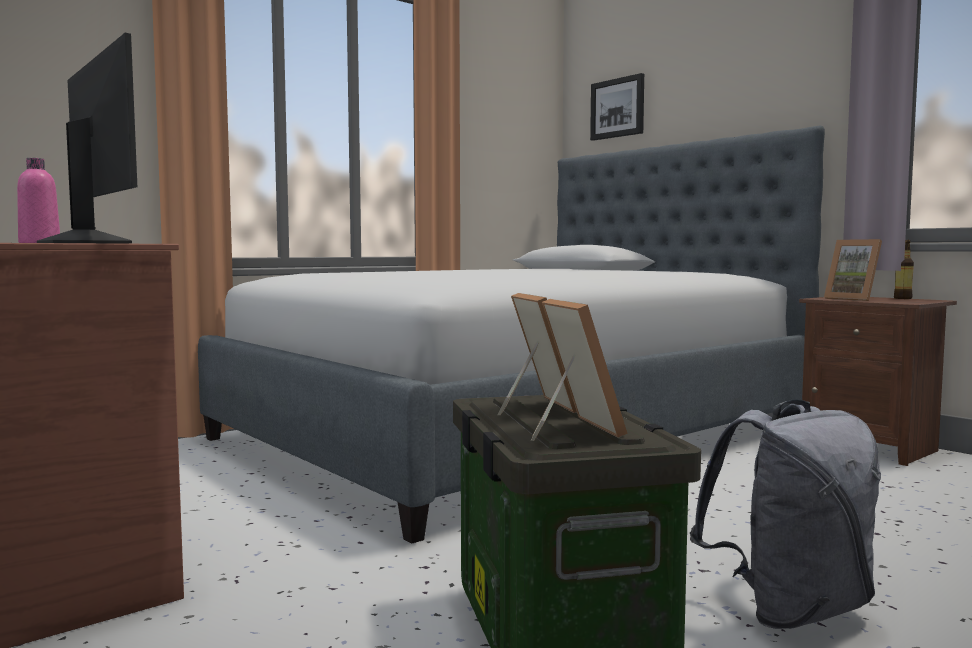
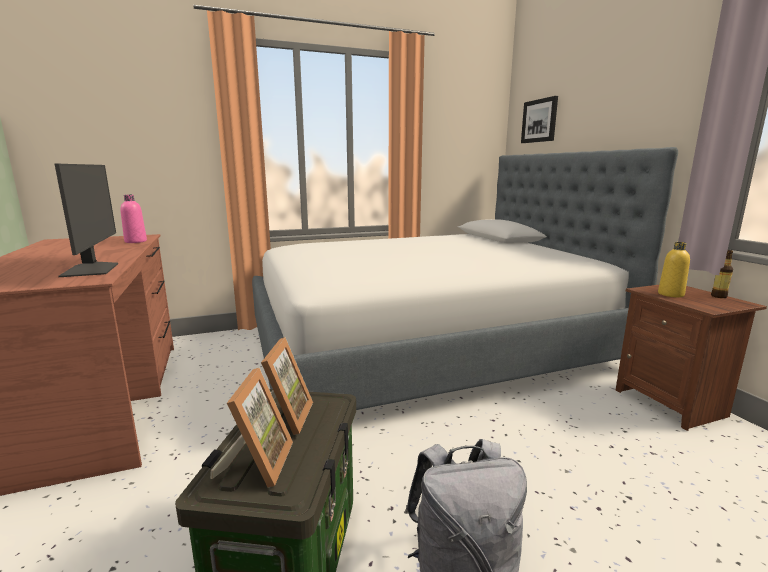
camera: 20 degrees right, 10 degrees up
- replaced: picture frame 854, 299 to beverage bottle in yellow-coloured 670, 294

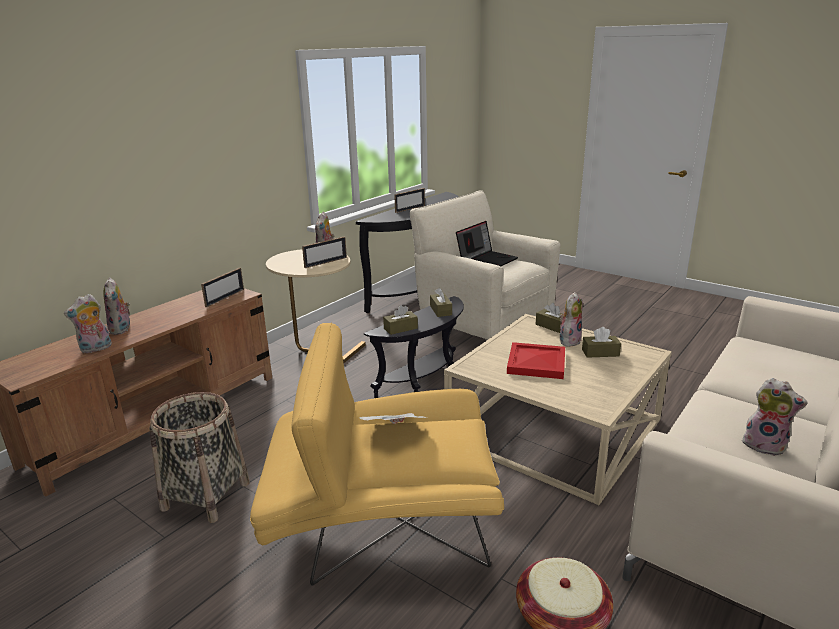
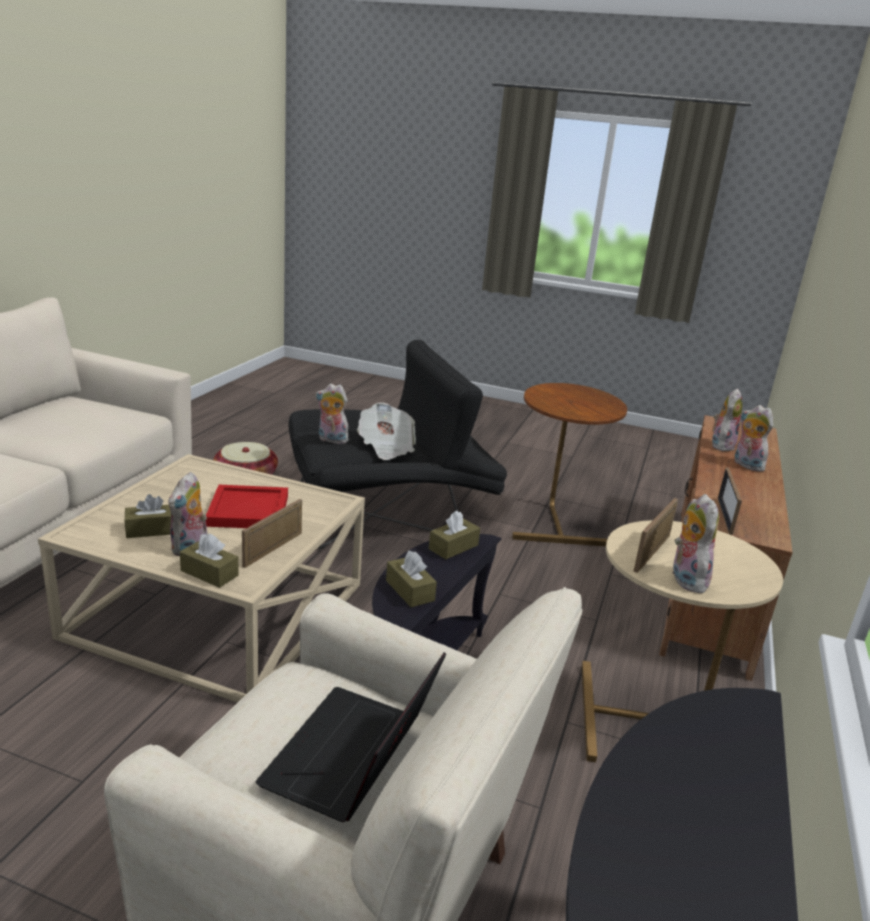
camera: 160 degrees right, 0 degrees up
- moved: picture frame 410, 209 to 273, 549
- recoloured: easy chair in yellow-coloured 382, 524 to easy chair in black 390, 513
- moved: soft toy 765, 445 to 331, 440
- replaced: household basket 205, 495 to end table in brown 555, 521

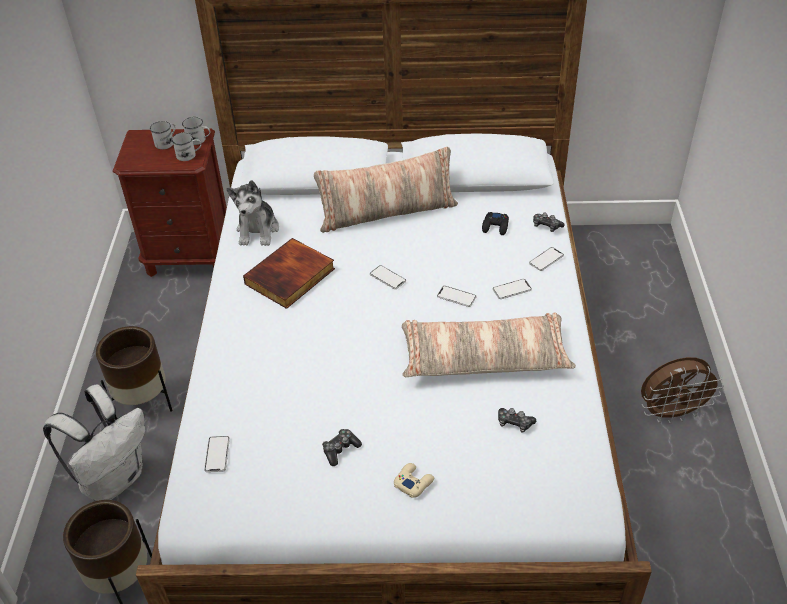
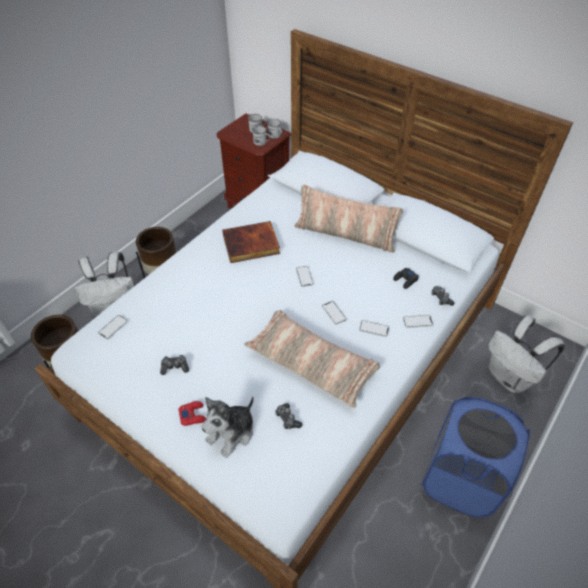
camera: 35 degrees right, 5 degrees up
- moved: soft toy 258, 230 to 232, 433
- replaced: cooling fan in brown 671, 413 to laundry basket in blue-coloured 459, 480
- recoloured: joypad in beige-coloured 413, 482 to joypad in red-coloured 193, 415
- added: rucksack in white-coloured 510, 377

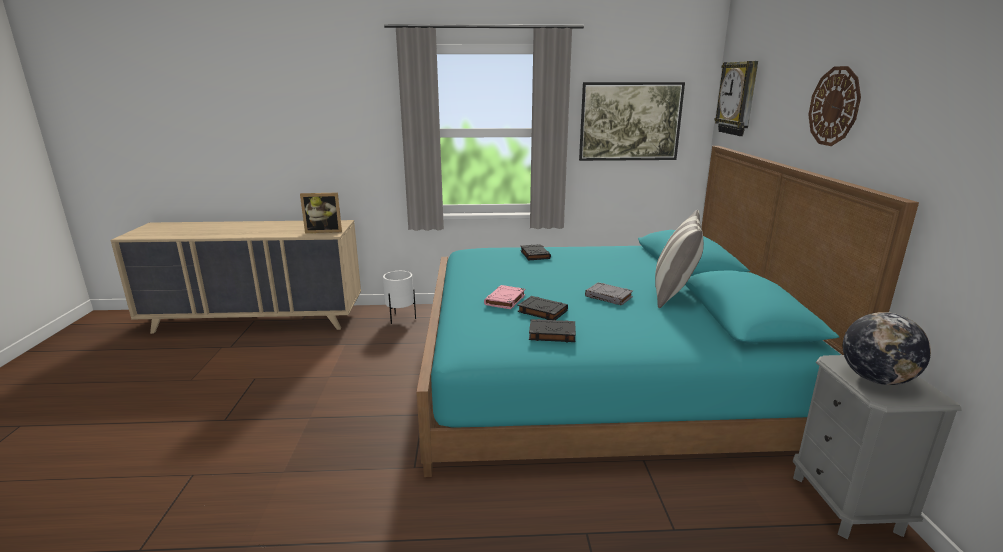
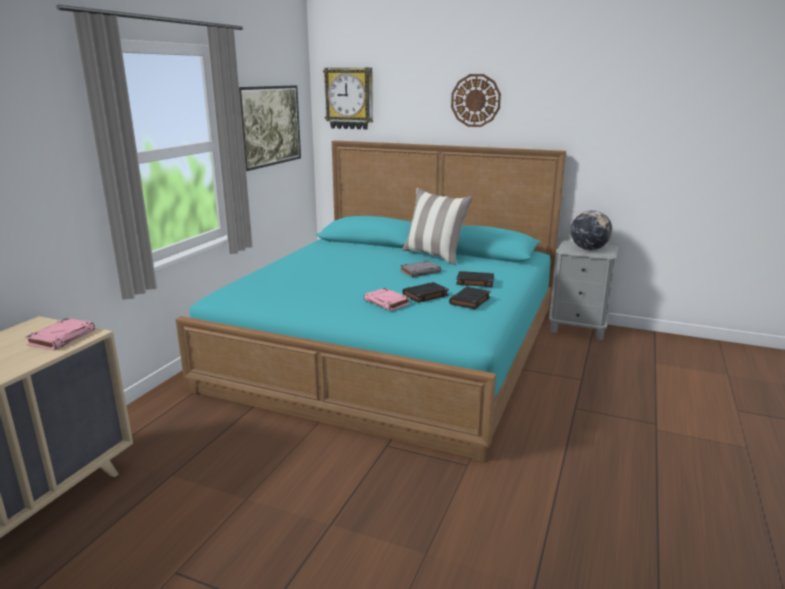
camera: 65 degrees left, 0 degrees up
- replaced: picture frame 324, 231 to volume in pink-coloured 62, 337
- moved: volume in black 534, 255 to 474, 282
- removed: plant pot in white-coloured 401, 319

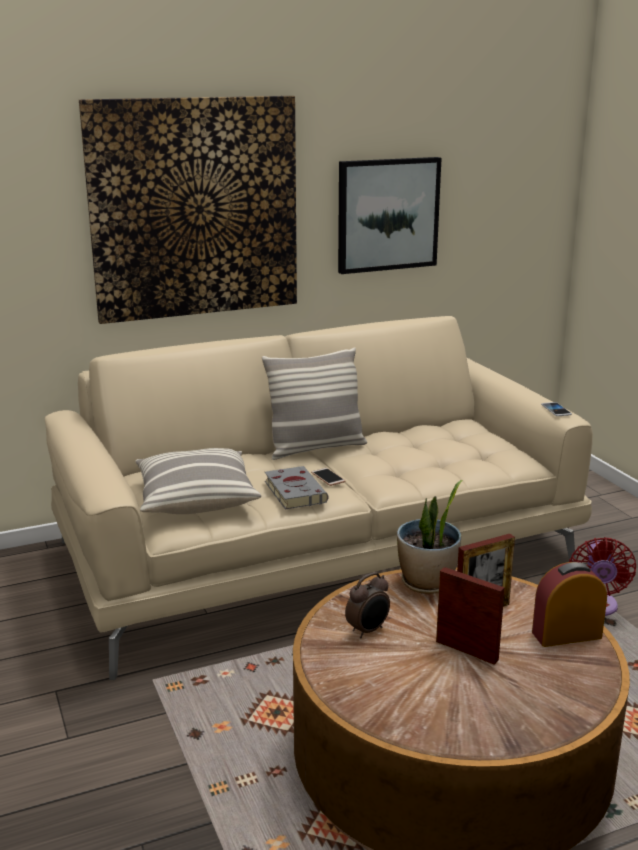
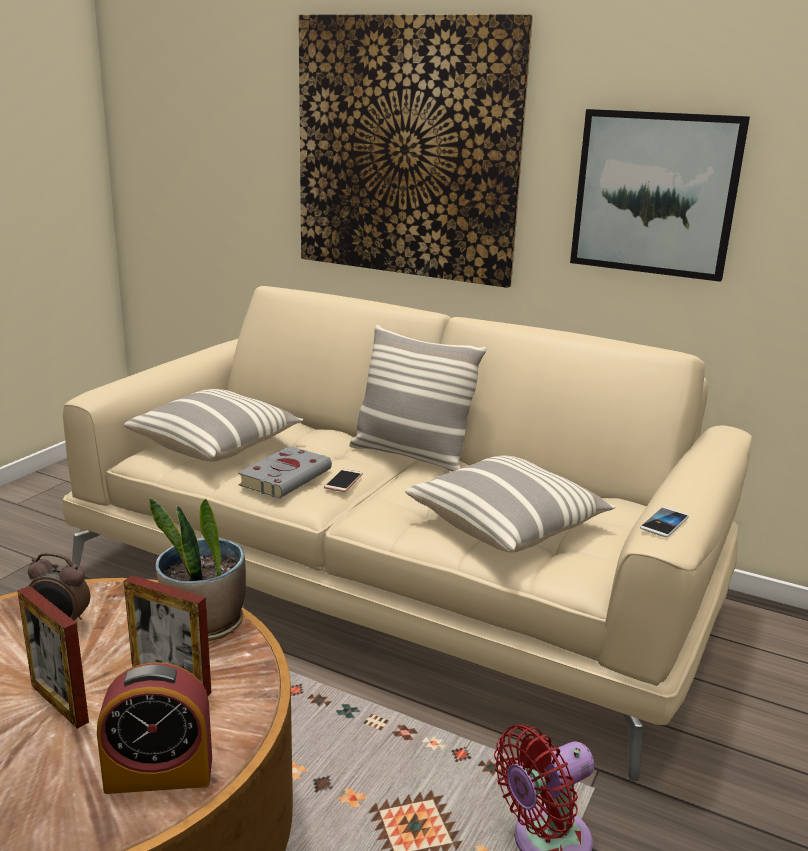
camera: 50 degrees right, 0 degrees up
- turned: bedside clock 566, 635 = 159, 774 135 degrees clockwise
- turned: picture frame 466, 650 = 59, 703 135 degrees clockwise
- added: pillow 507, 525

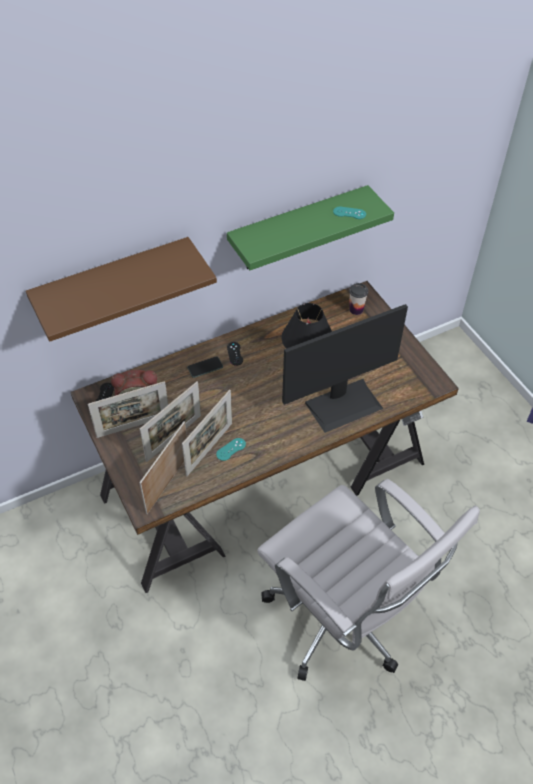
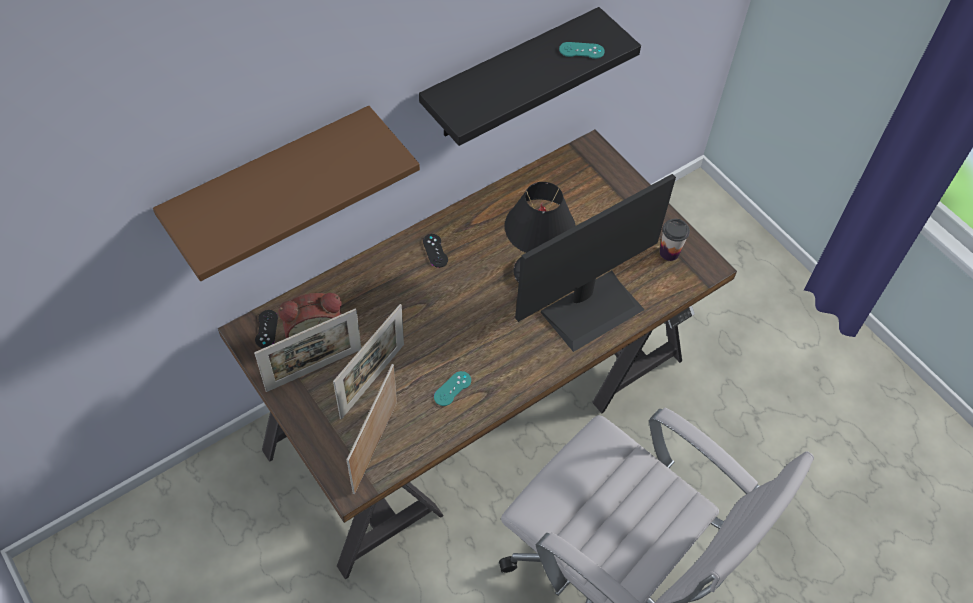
camera: 10 degrees left, 5 degrees up
- recoloured: shelf in green-coloured 298, 229 to shelf in black 510, 76
- moved: small cup 356, 309 to 669, 252
- removed: telephone 205, 367
- removed: picture frame 209, 449

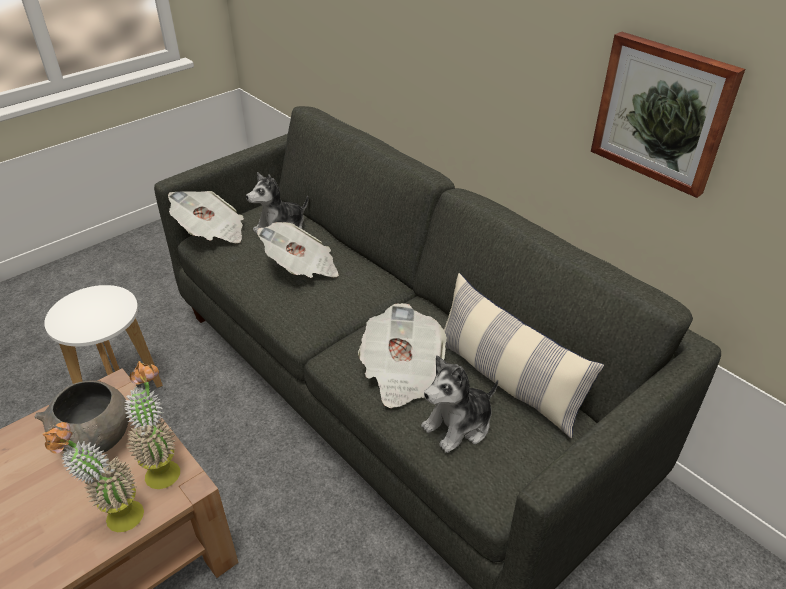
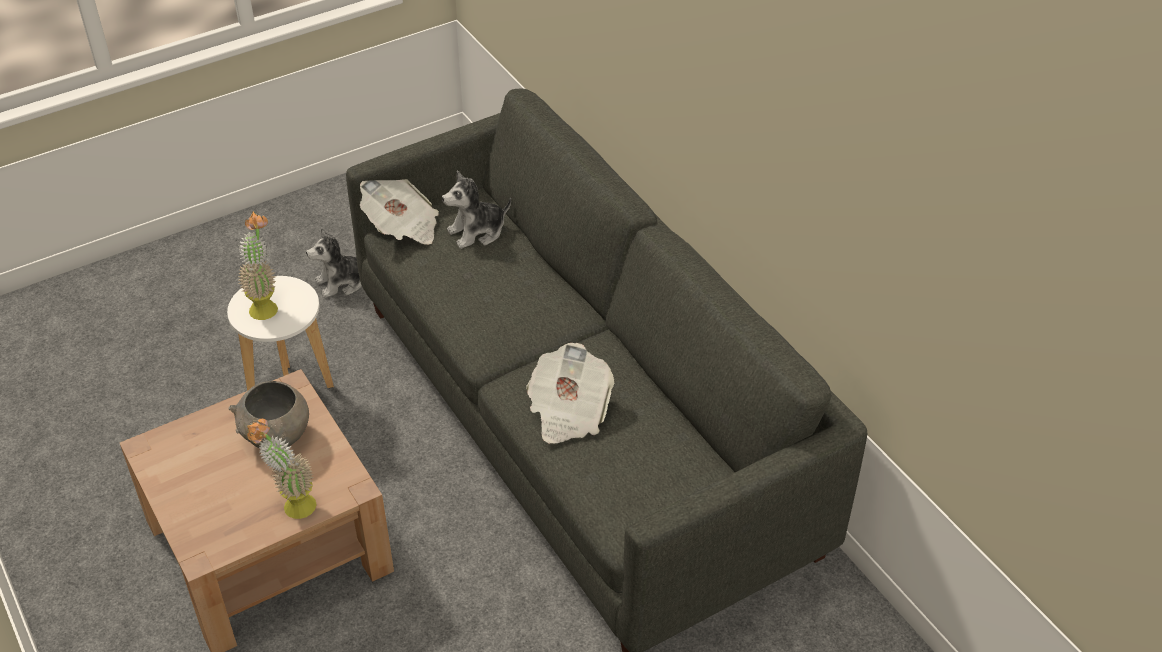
camera: 10 degrees right, 5 degrees up
- removed: picture 663, 113
- removed: printed paper 302, 268
- removed: pillow 506, 380
- moved: soft toy 459, 425 to 342, 282
- moved: houseplant 164, 466 to 265, 304

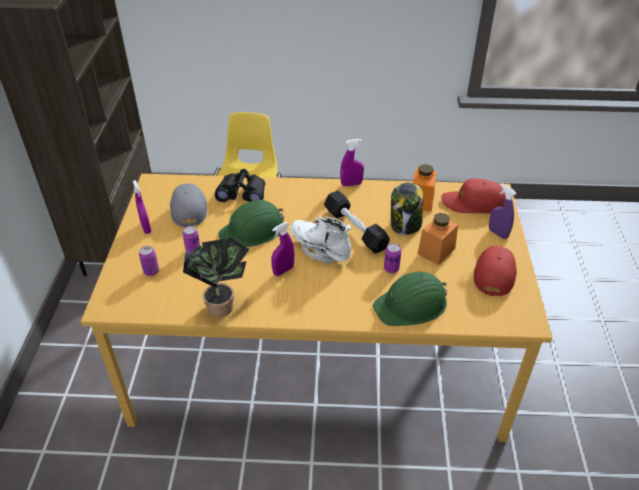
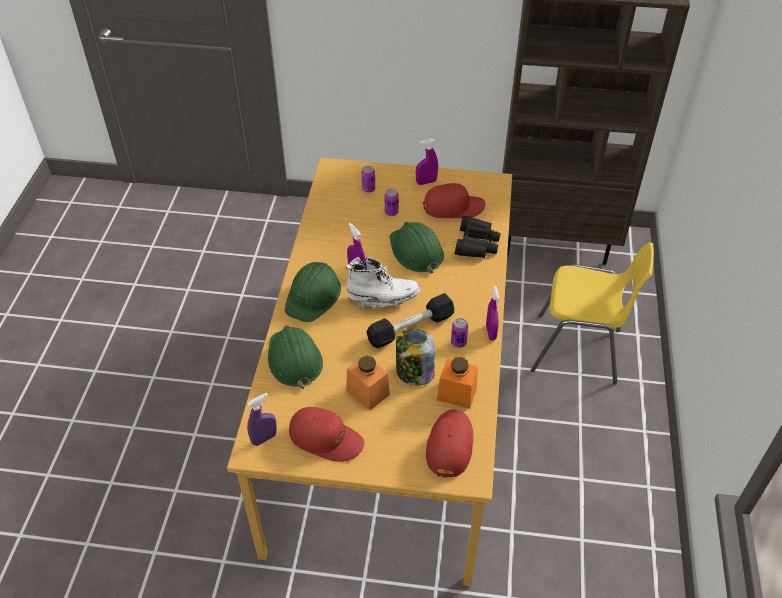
camera: 95 degrees right, 5 degrees up
- recoloured: baseball cap in gray 189, 208 to baseball cap in red-coloured 453, 207
- moved: sprayer in purple 498, 233 to 264, 438
- turned: tall boot in white-coloured 320, 249 = 382, 298 45 degrees clockwise
- removed: houseplant 222, 304
- moved: can 391, 269 to 458, 342
- added: safety helmet in green-coloured 313, 296

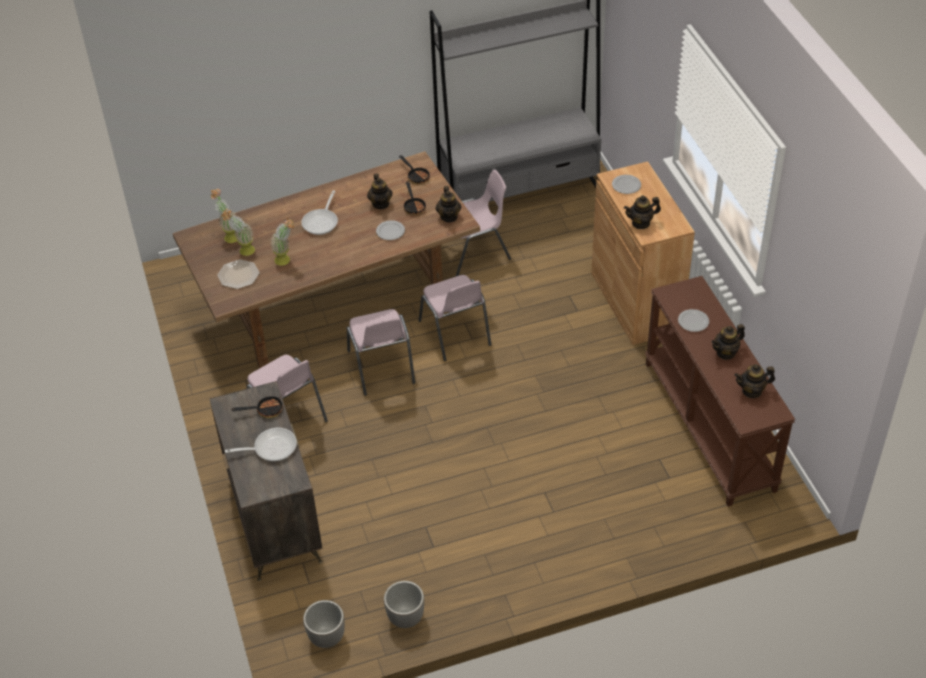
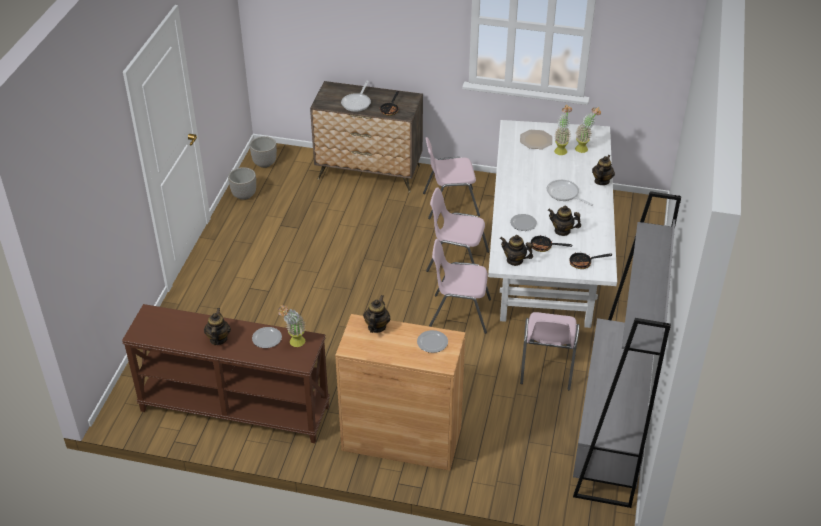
camera: 120 degrees right, 5 degrees down
- recoloured: dining table in brown 336, 303 to dining table in white-coloured 546, 264
- moved: houseplant 286, 260 to 294, 343
- moved: pot for tea 752, 391 to 601, 181

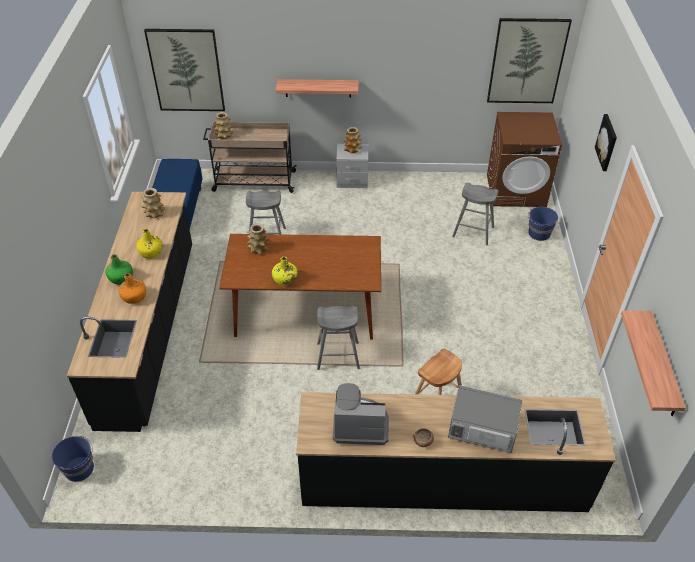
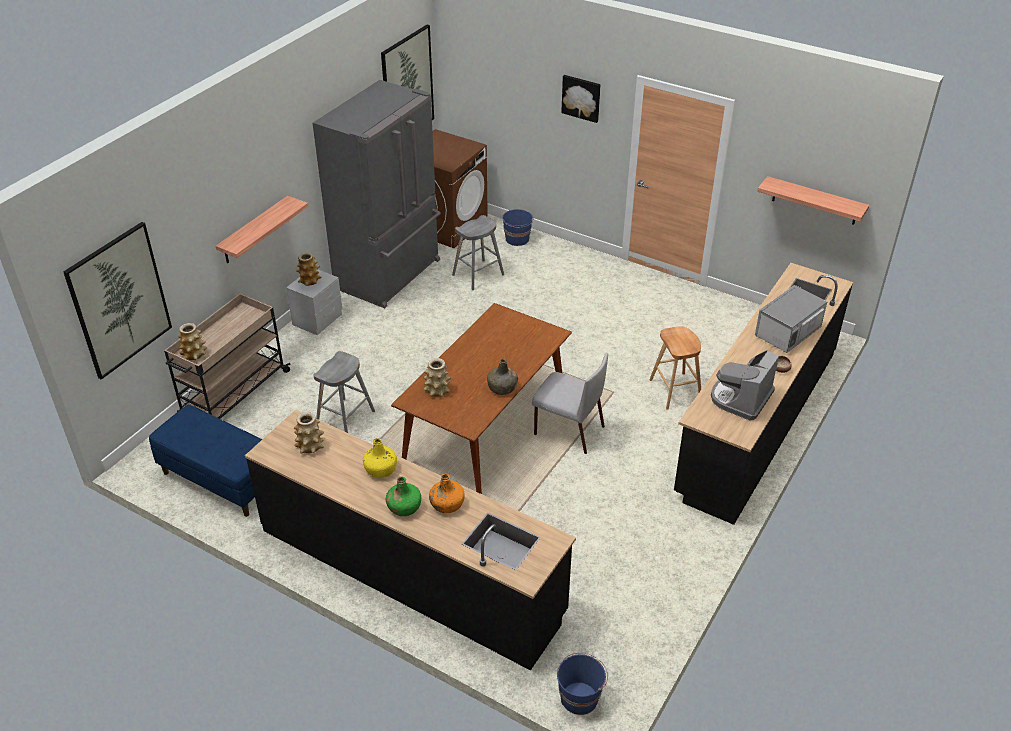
camera: 60 degrees left, 5 degrees down
- recoloured: beverage bottle in yellow-coloured 285, 279 to beverage bottle in green-coloured 502, 388
- replaced: stool seat in gray 338, 356 to upright chair in gray 568, 430
- added: fridge in gray 390, 275

